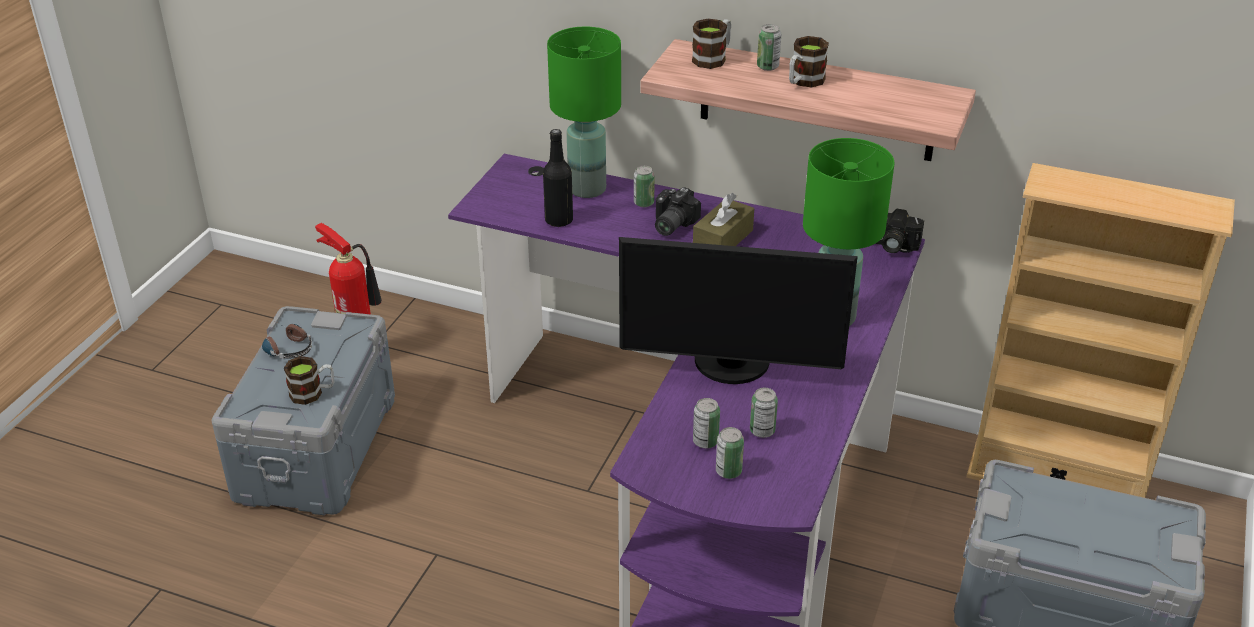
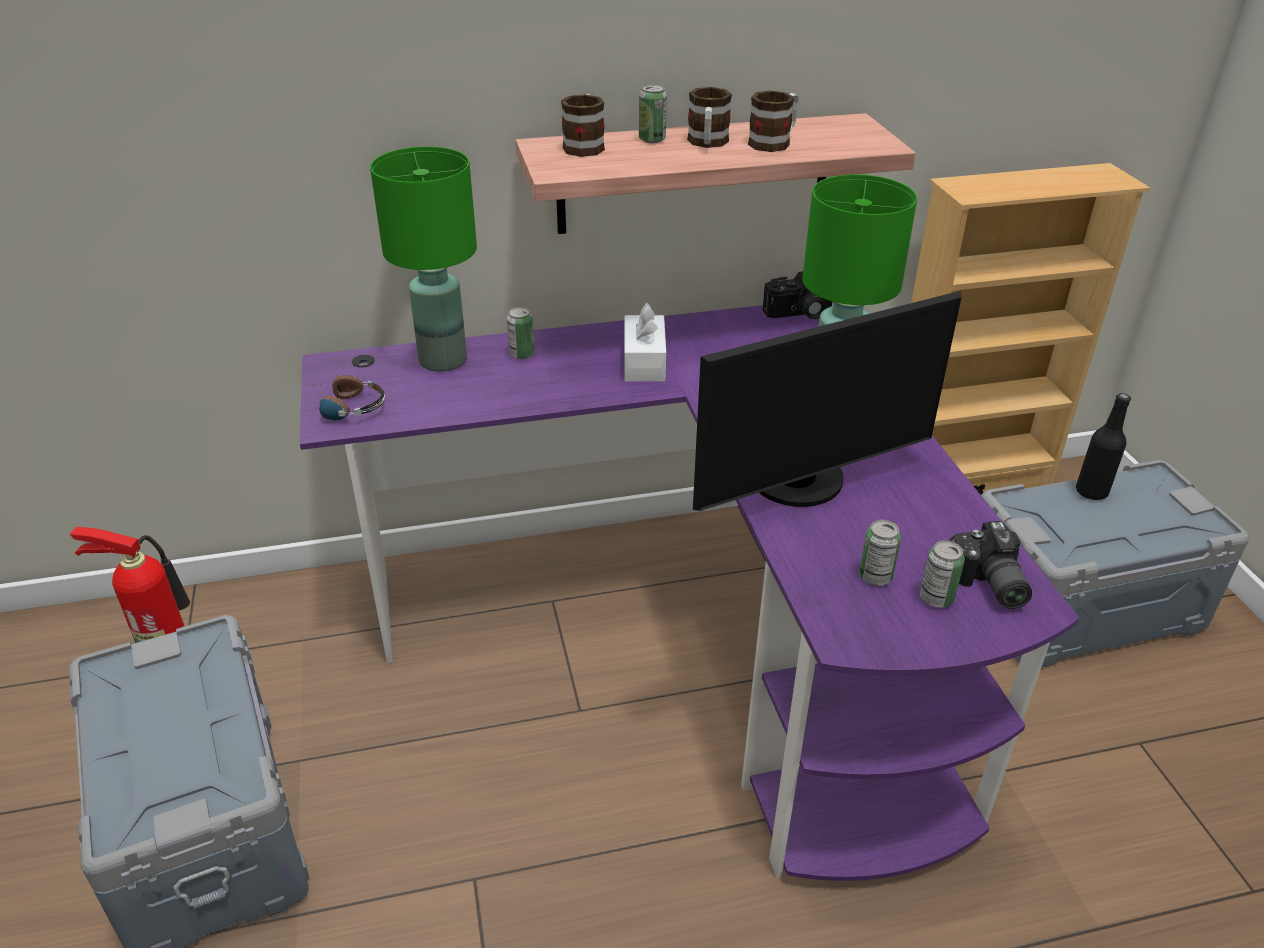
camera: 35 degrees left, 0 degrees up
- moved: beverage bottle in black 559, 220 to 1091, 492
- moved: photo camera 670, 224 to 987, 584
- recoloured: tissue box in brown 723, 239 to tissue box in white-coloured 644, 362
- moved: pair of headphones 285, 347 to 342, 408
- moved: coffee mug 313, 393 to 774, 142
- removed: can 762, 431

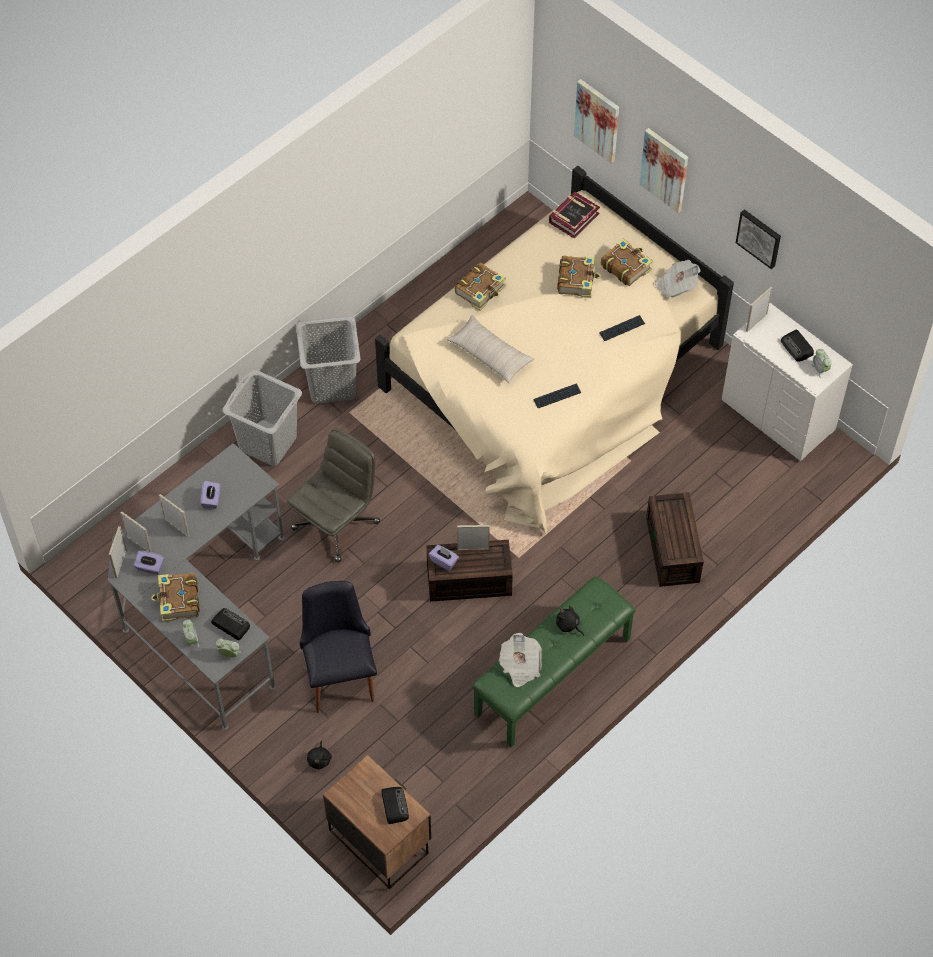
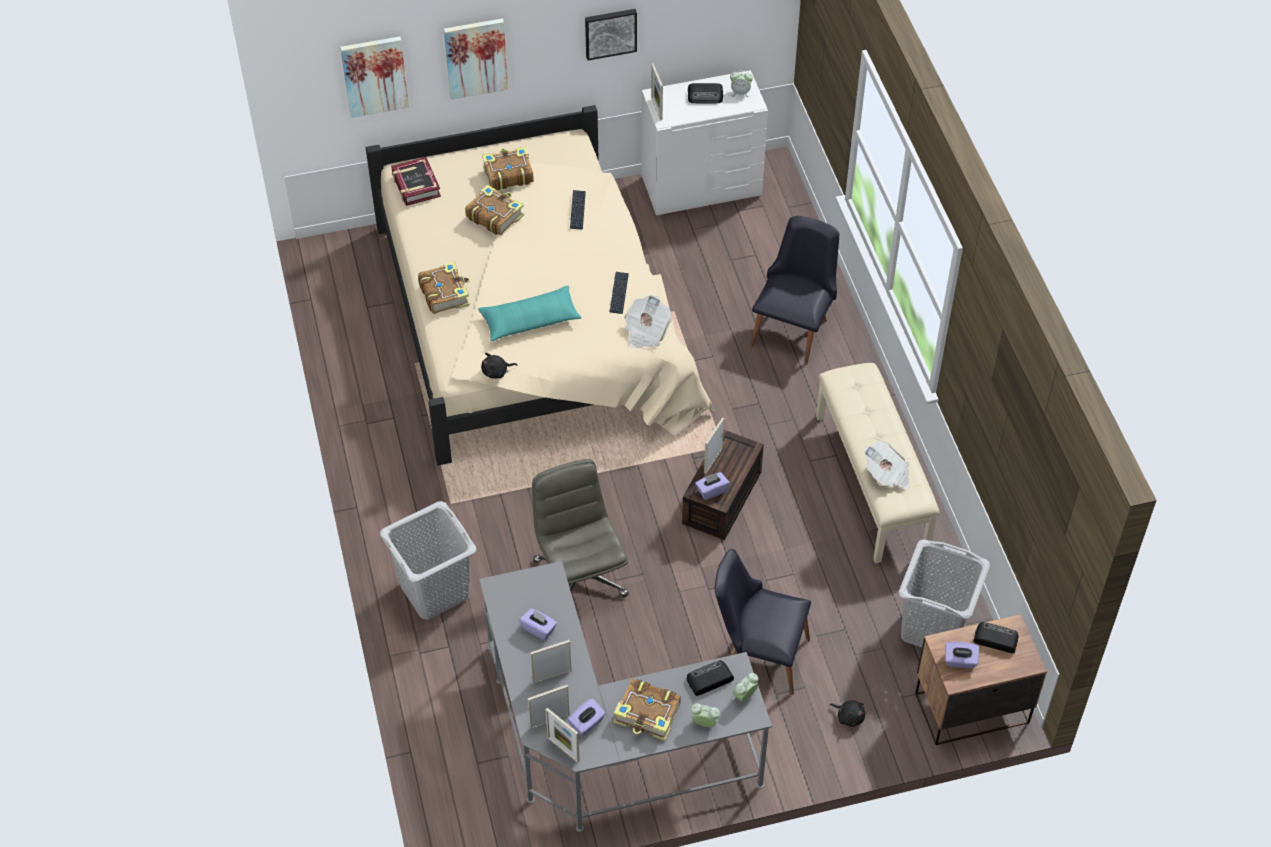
camera: 60 degrees left, 5 degrees down
- moved: printed paper 676, 286 to 646, 332
- moved: laundry basket in gray 331, 384 to 933, 628
- recoloured: pillow in beige-coloured 490, 354 to pillow in turquoise 530, 320
- replaced: storage bin in brown 674, 550 to upright chair in black 794, 328
- recoloured: bench in green-coloured 553, 677 to bench in beige-coloured 872, 482
- moved: soft toy in black 568, 625 to 496, 372
- added: tissue box in purple 960, 661

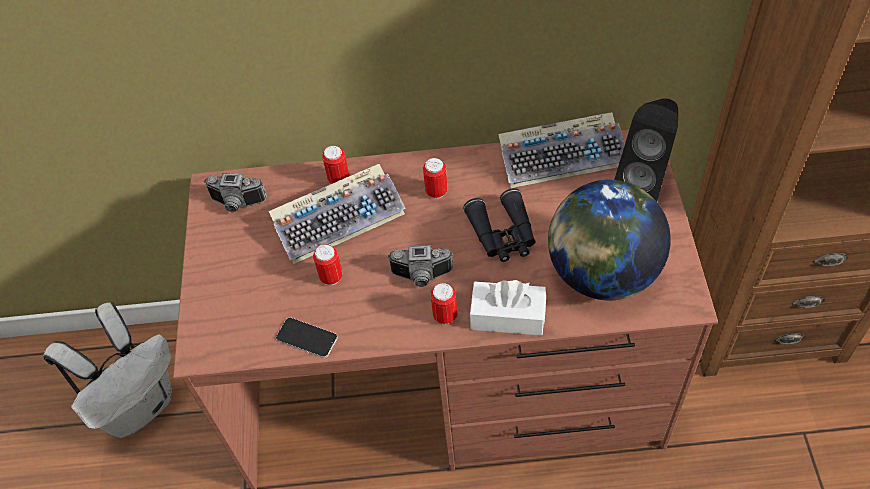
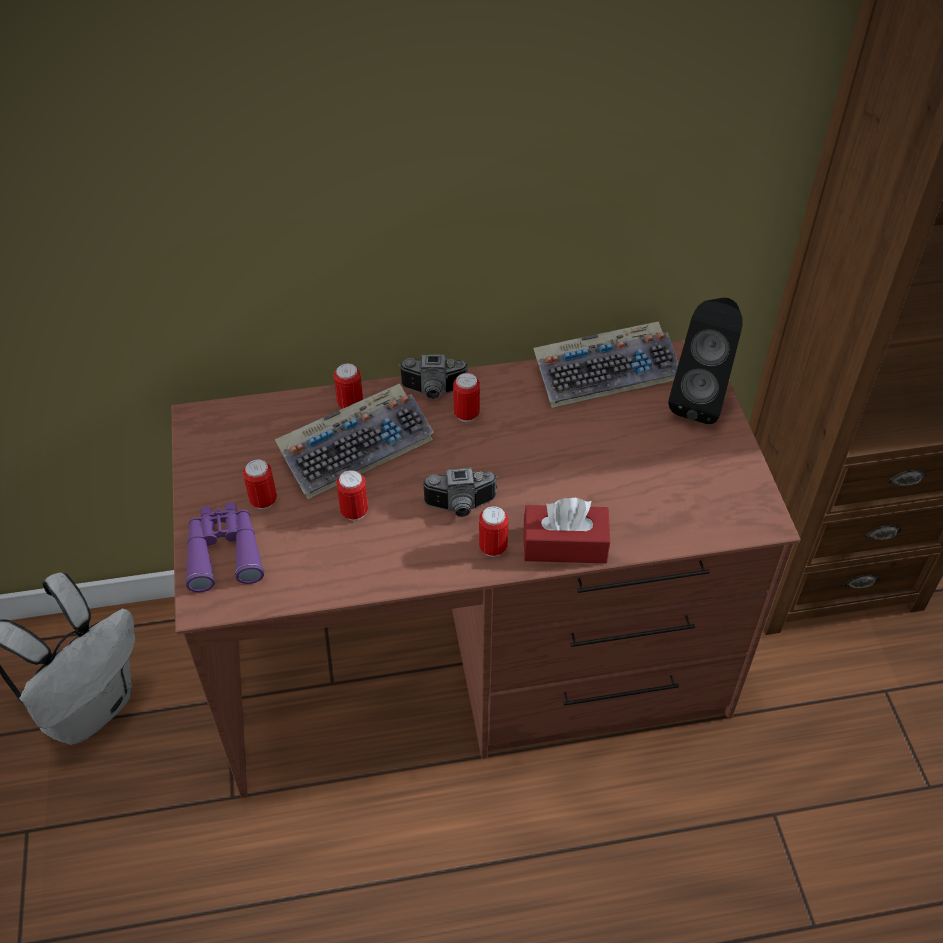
camera: 10 degrees left, 5 degrees down
- moved: photo camera 237, 204 to 434, 392
- removed: desk globe 602, 273
- removed: field glasses in black 503, 234
- recoloured: tissue box in white-coloured 507, 316 to tissue box in red-coloured 565, 545
- removed: telephone 306, 338
- added: can 263, 501
- added: field glasses in purple 224, 552

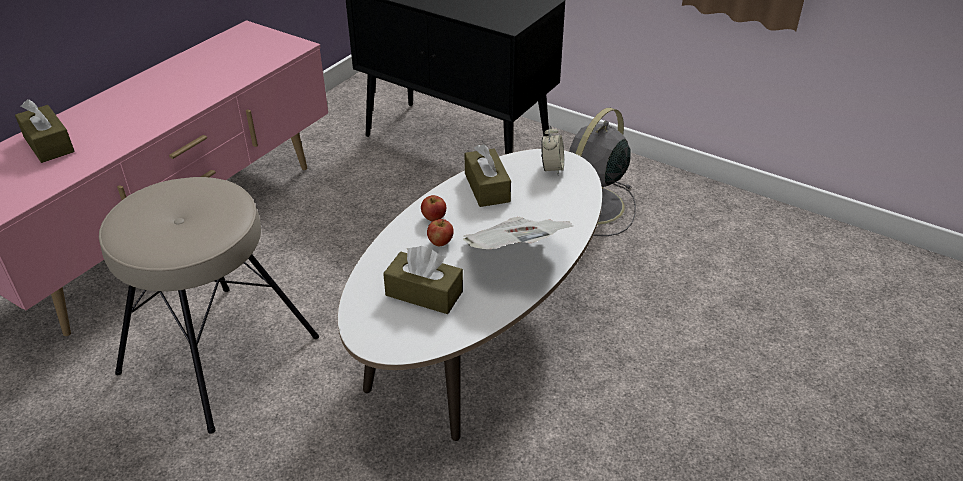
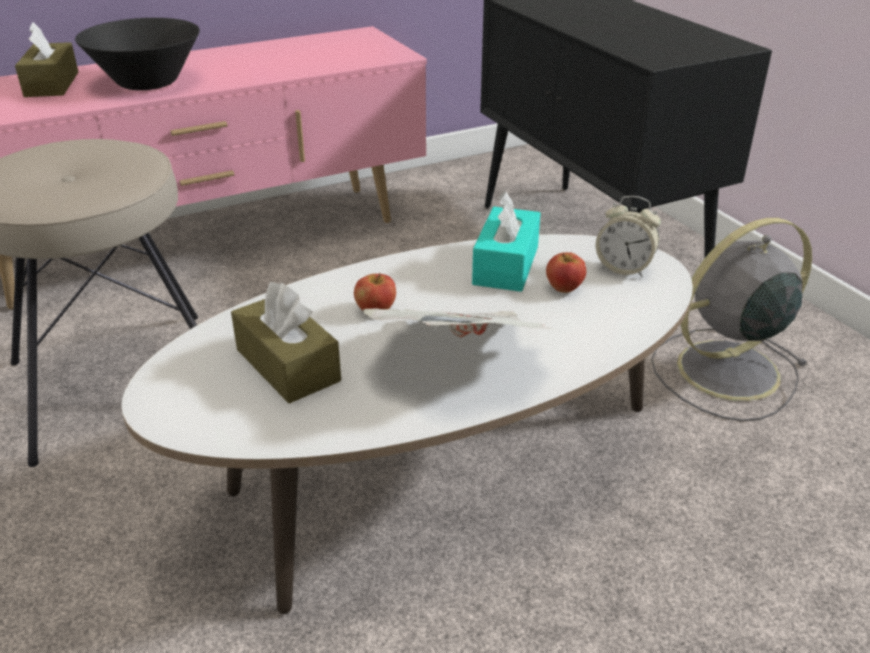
camera: 30 degrees right, 5 degrees down
- turned: bedside clock 552, 168 = 623, 268 75 degrees clockwise
- recoloured: tissue box in brown 487, 187 to tissue box in turquoise 506, 265
- moved: whole apple 434, 218 to 564, 288
- added: deep dish in black 148, 83

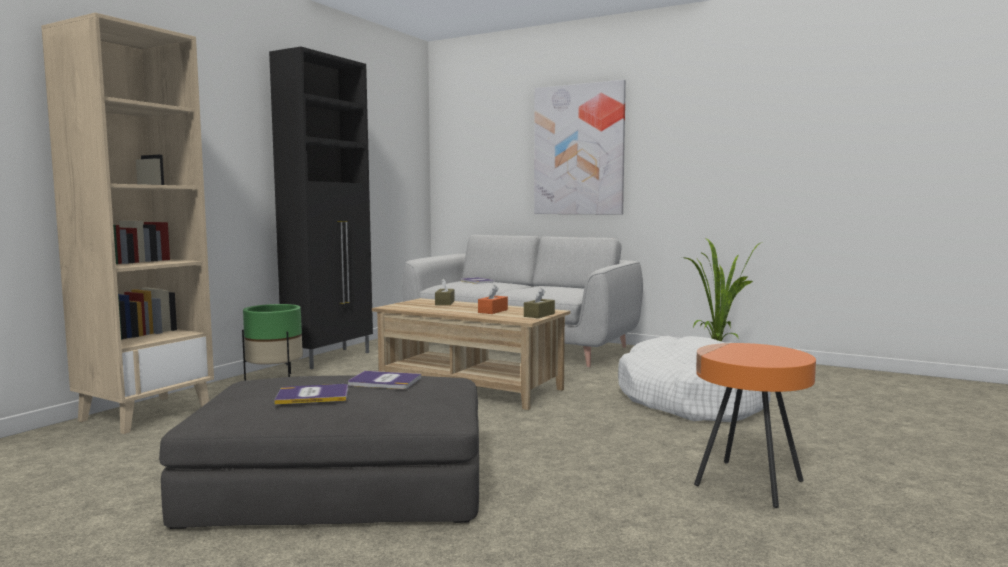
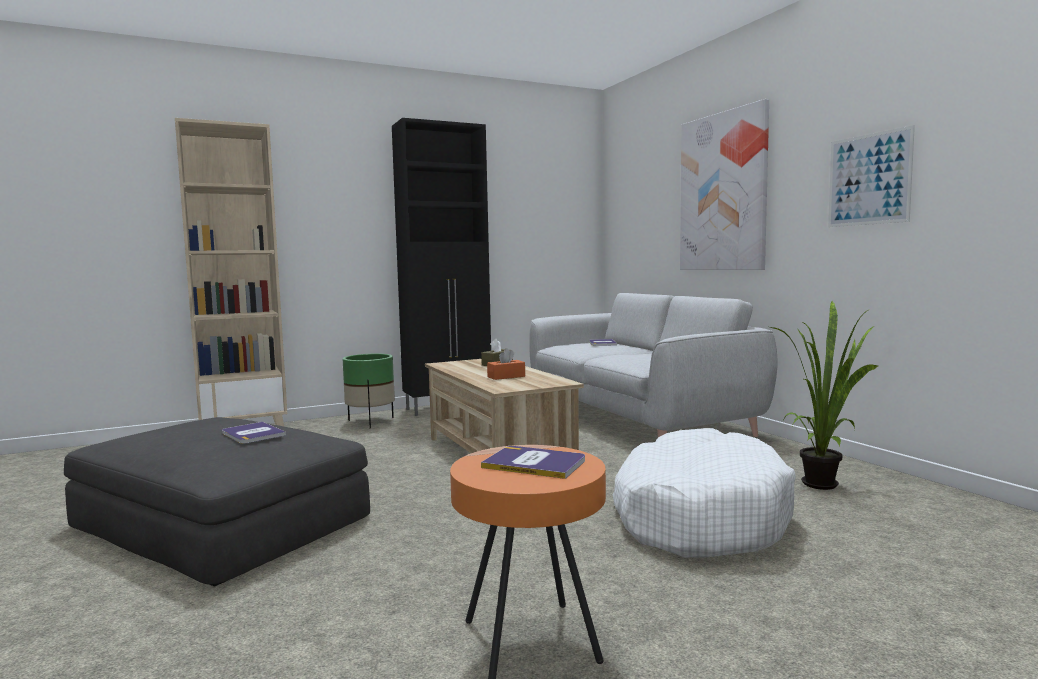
camera: 35 degrees right, 0 degrees up
- removed: tissue box in brown 539, 315
- moved: volume 313, 395 to 535, 463
- added: picture 868, 179

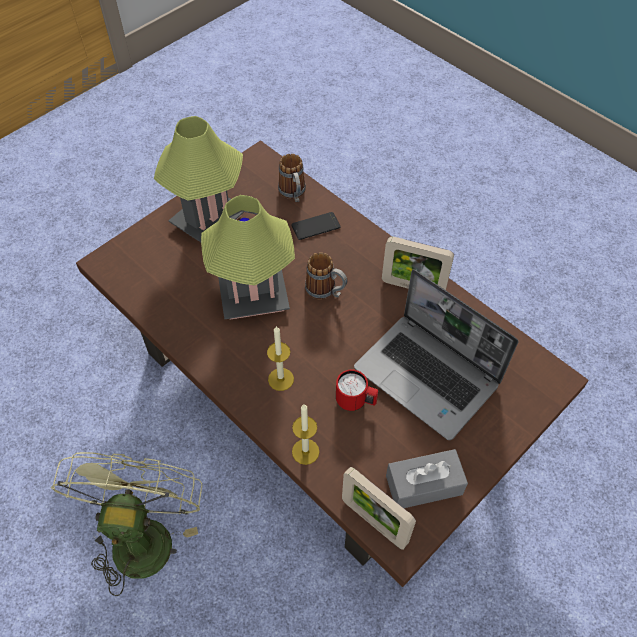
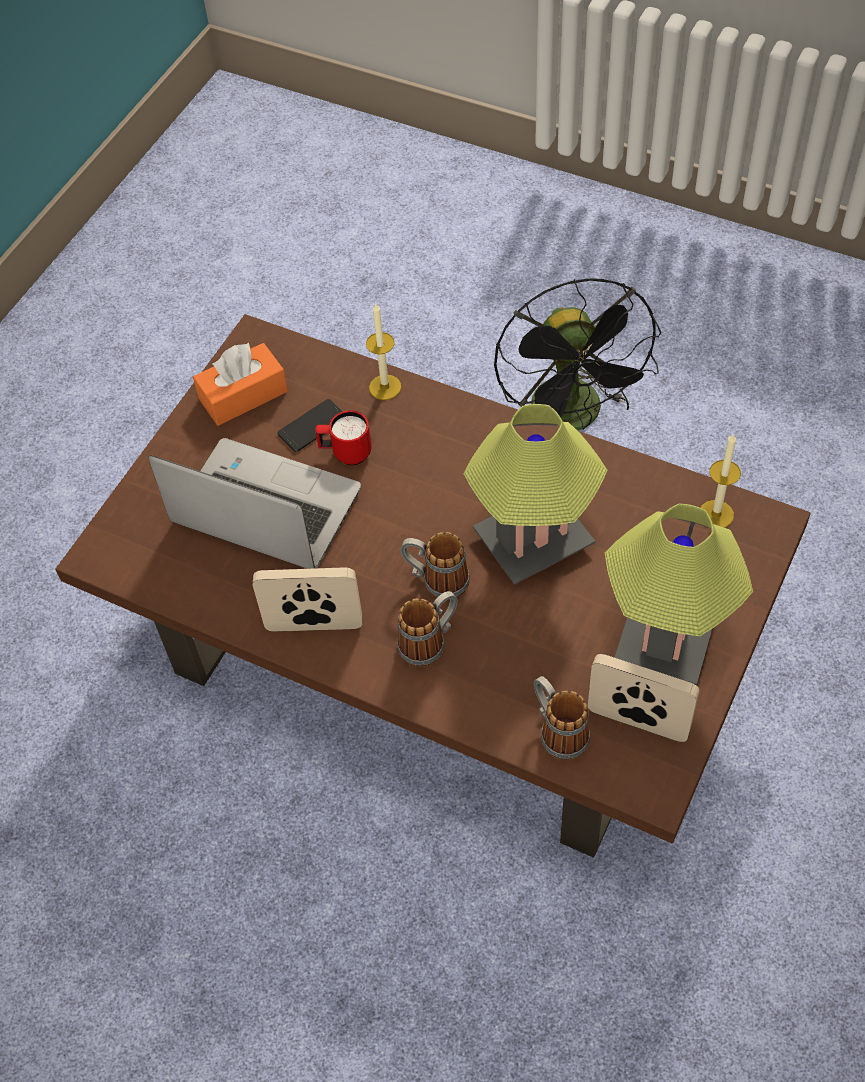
camera: 165 degrees right, 0 degrees up
- moved: telephone 316, 226 to 312, 426
- moved: wax candle 281, 379 to 716, 514
- recoloured: tissue box in gray 424, 485 to tissue box in orange-coloured 243, 395
- recoloured: cooling fan in green-coloured 143, 533 to cooling fan in black 573, 418
- moved: picture frame 374, 522 to 637, 722
- added: coffee mug 430, 641

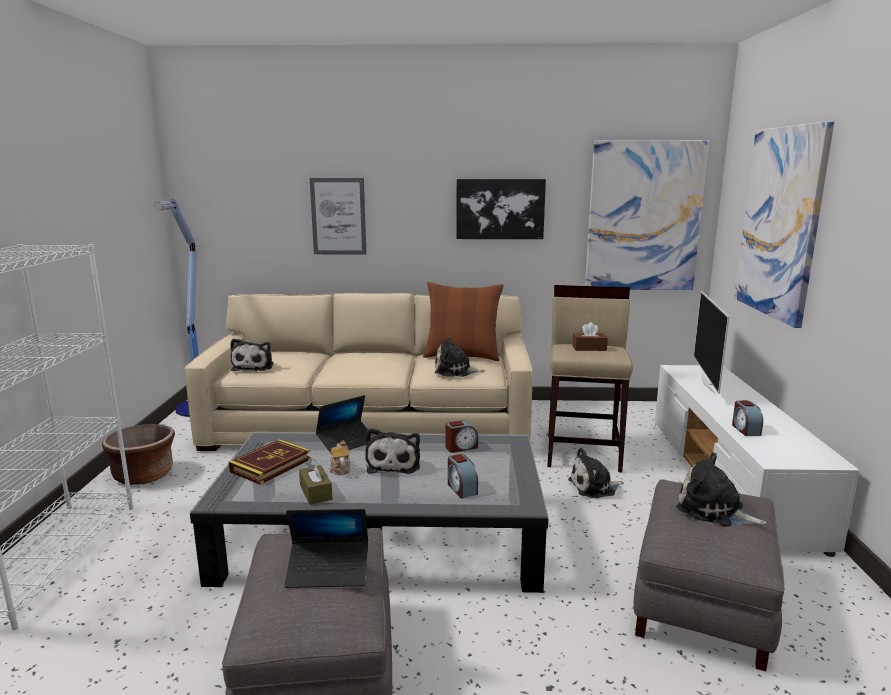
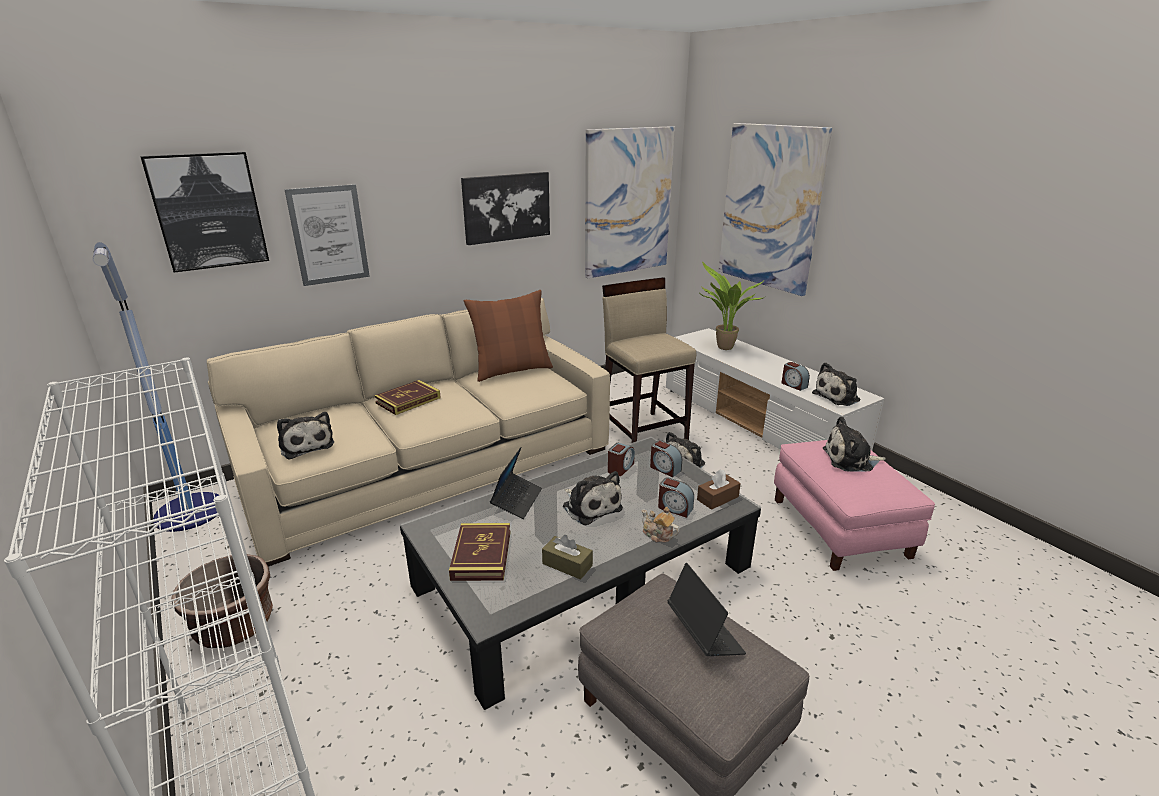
camera: 35 degrees left, 10 degrees up
- replaced: TV set 709, 384 to houseplant 723, 348
- moved: tissue box in brown 589, 348 to 717, 498
- moved: soft toy 455, 371 to 838, 396
- moved: pot for tea 340, 469 to 658, 535
- recoloured: footrest in gray 703, 603 to footrest in pink-coloured 840, 527
- turned: portable computer 328, 571 = 704, 633 75 degrees counterclockwise
- added: picture 208, 211
- added: volume 408, 400
- added: bedside clock 664, 469

